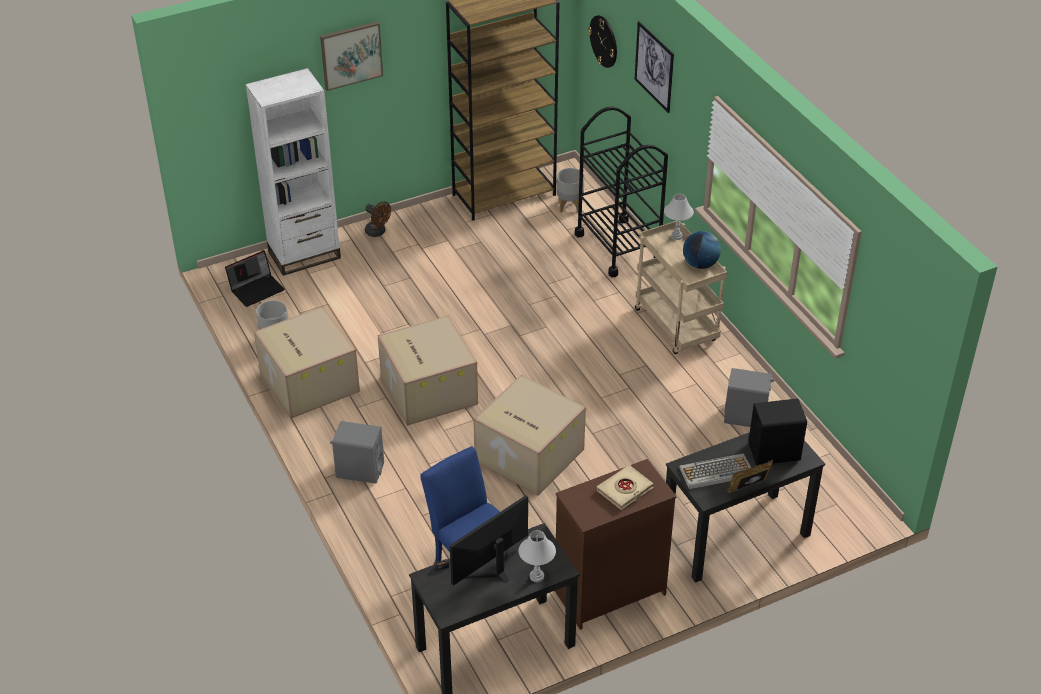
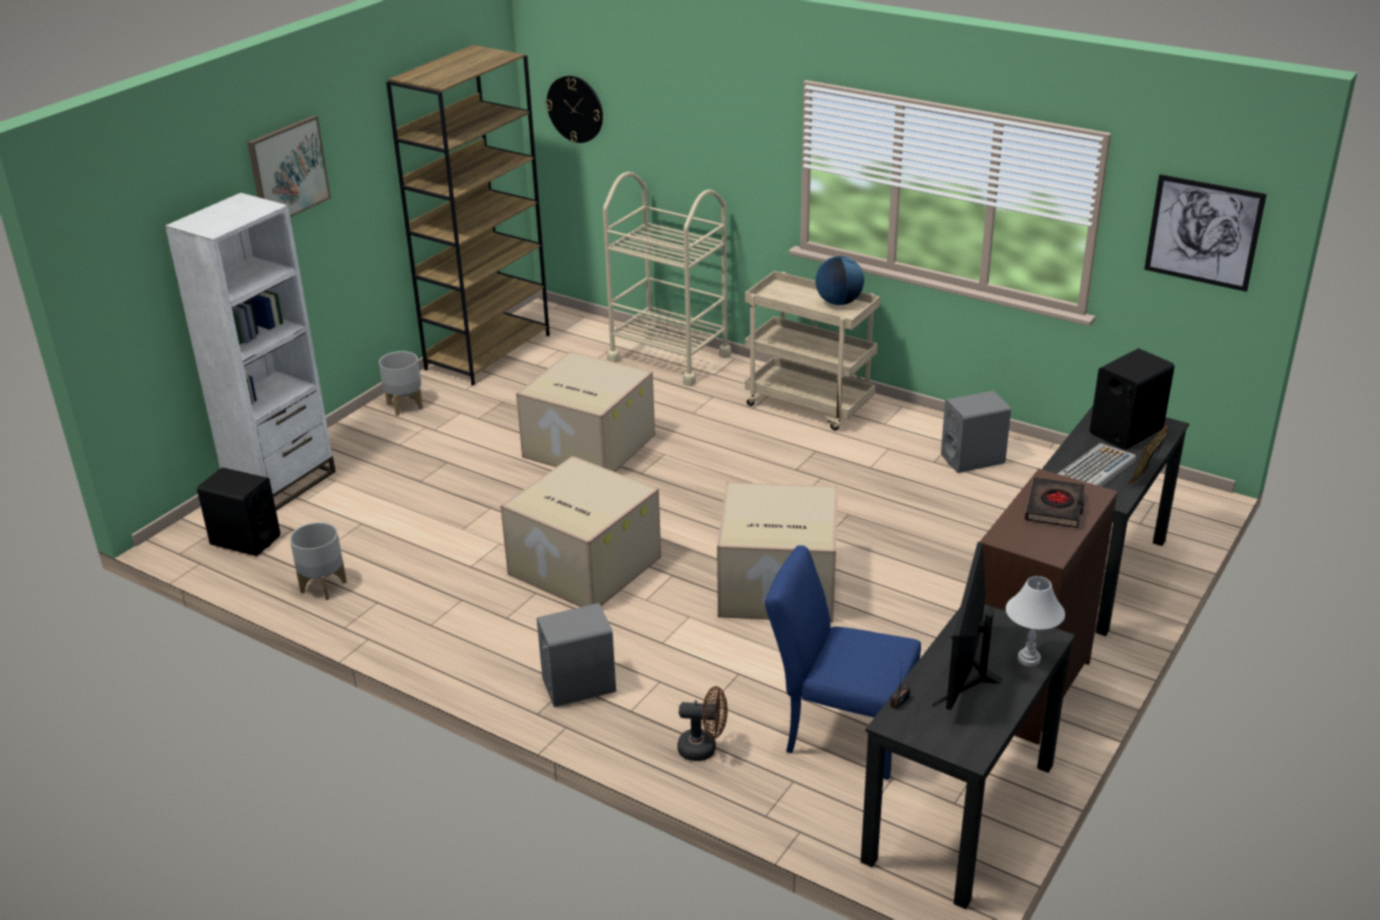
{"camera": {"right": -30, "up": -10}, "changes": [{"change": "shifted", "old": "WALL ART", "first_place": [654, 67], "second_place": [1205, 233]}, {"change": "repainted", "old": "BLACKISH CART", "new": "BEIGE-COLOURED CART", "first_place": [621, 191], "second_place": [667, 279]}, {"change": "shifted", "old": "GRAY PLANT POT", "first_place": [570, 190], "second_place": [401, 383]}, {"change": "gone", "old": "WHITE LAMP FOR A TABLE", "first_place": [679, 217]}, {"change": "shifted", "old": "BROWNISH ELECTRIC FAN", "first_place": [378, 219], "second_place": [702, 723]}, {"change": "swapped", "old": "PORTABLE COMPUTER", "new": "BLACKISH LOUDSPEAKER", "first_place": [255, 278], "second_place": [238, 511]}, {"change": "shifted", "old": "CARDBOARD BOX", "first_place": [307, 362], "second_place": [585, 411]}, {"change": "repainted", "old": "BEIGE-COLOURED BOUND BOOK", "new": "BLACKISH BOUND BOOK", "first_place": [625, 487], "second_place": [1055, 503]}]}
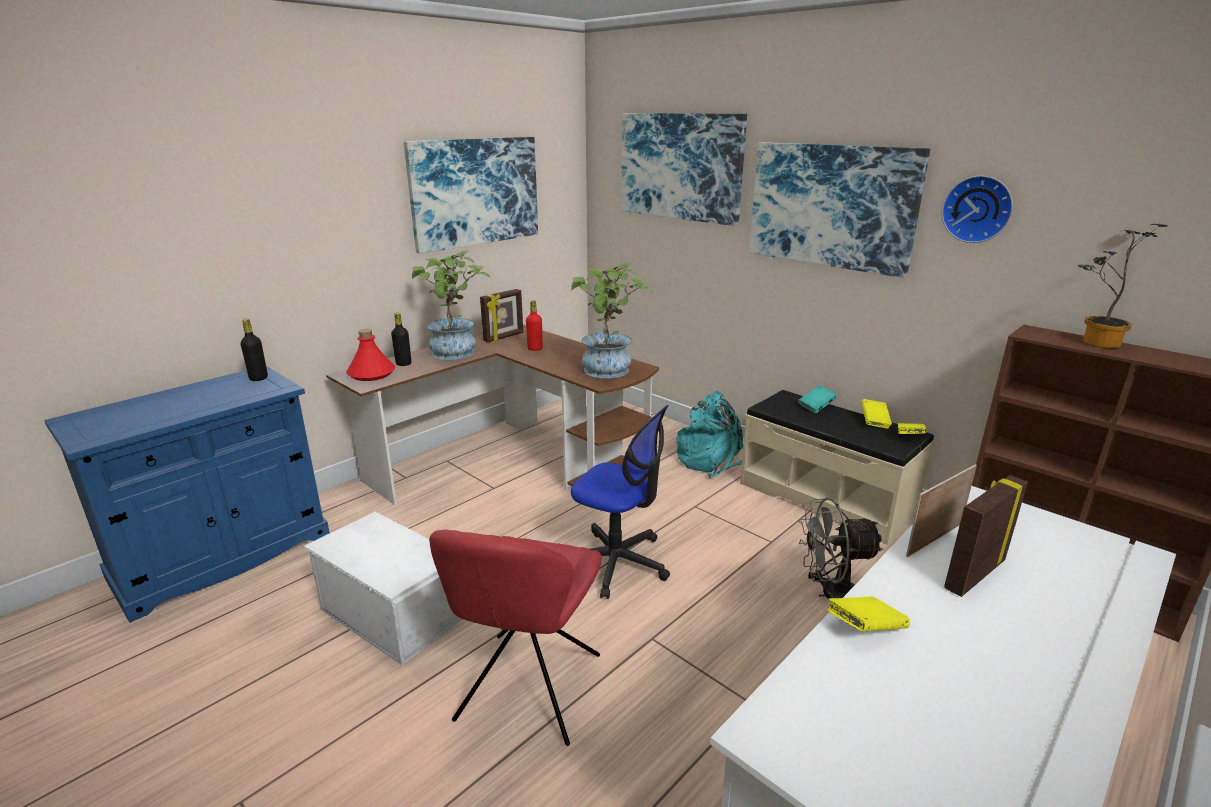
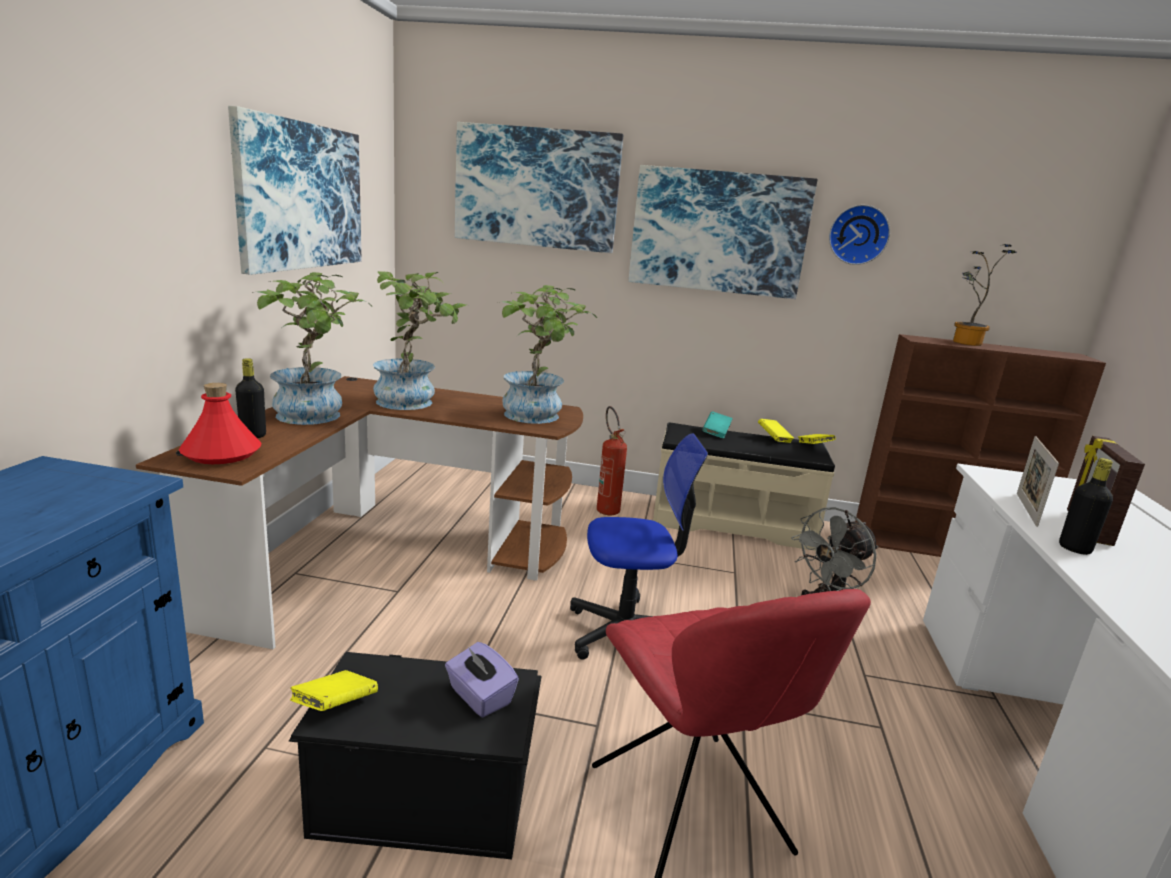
{"camera": {"right": -35, "up": -5}, "changes": [{"change": "gone", "old": "PICTURE FRAME", "first_place": [501, 315]}, {"change": "swapped", "old": "RED BEVERAGE BOTTLE", "new": "PLANT IN A POT", "first_place": [534, 326], "second_place": [419, 340]}, {"change": "shifted", "old": "BLACKISH BEVERAGE BOTTLE", "first_place": [254, 350], "second_place": [1086, 506]}, {"change": "swapped", "old": "TURQUOISE-COLOURED KNAPSACK", "new": "FIRE-FIGHTING CYLINDER", "first_place": [710, 434], "second_place": [612, 460]}, {"change": "repainted", "old": "WHITE STORAGE BOX", "new": "BLACKISH STORAGE BOX", "first_place": [383, 588], "second_place": [415, 755]}, {"change": "shifted", "old": "YELLOWISH BOUND BOOK", "first_place": [868, 614], "second_place": [334, 690]}, {"change": "new", "new": "PURPLE TISSUE BOX", "second_place": [482, 679]}]}
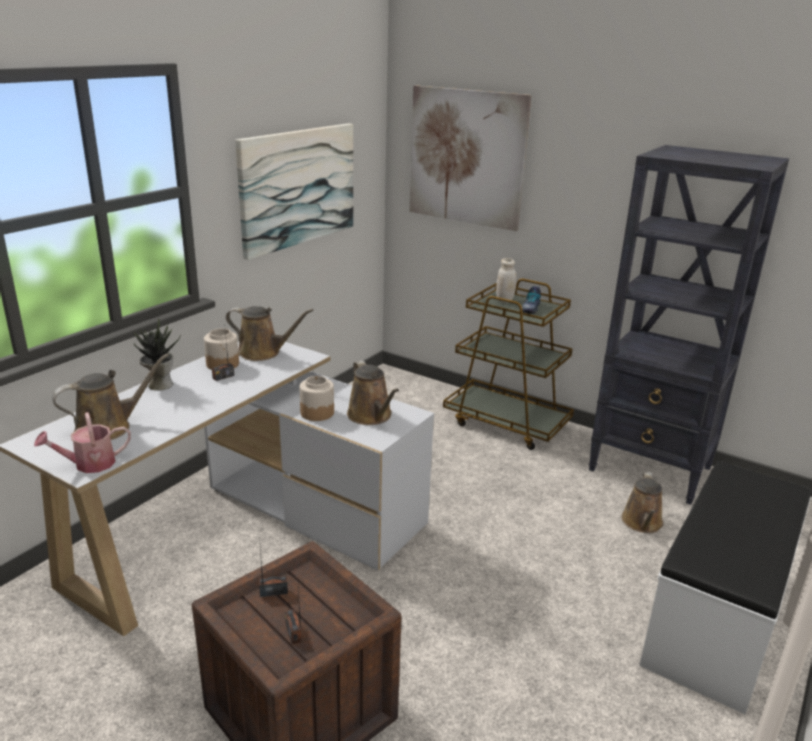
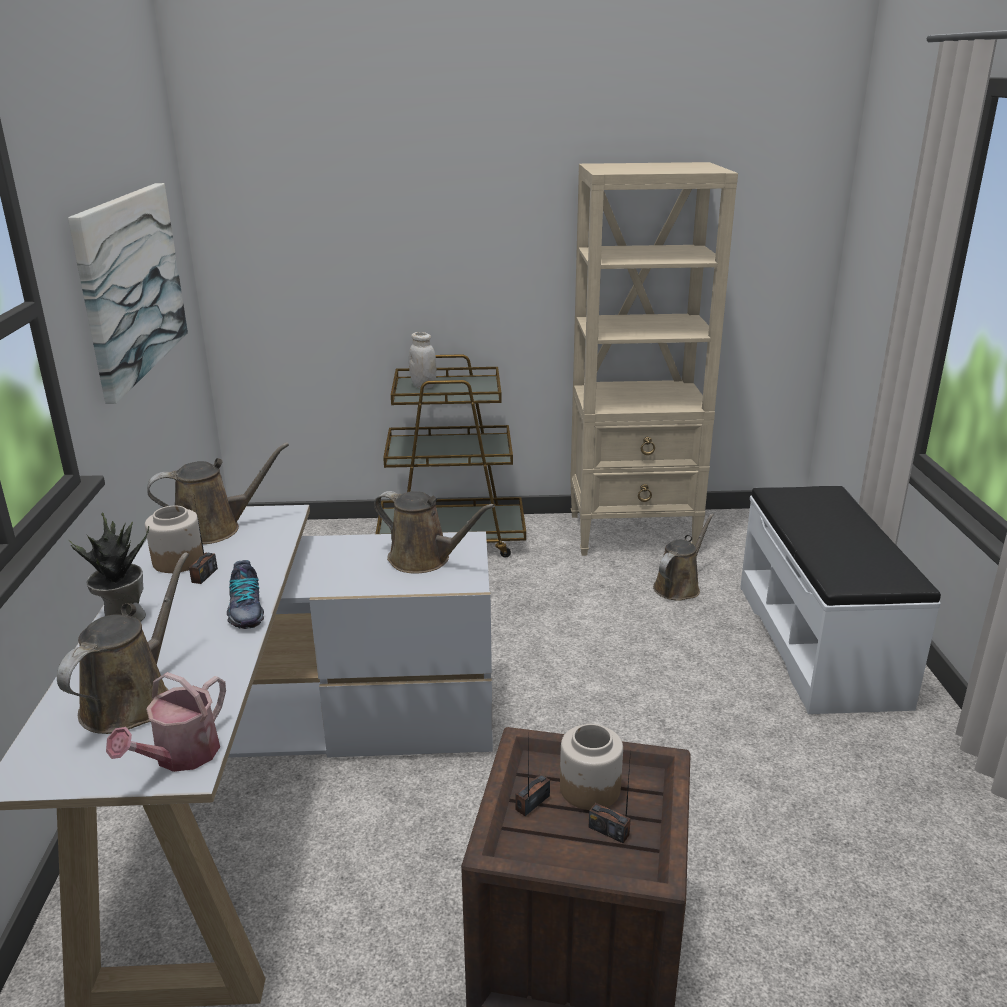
{"camera": {"right": -35, "up": 0}, "changes": [{"change": "gone", "old": "WALL ART", "first_place": [470, 158]}, {"change": "repainted", "old": "BLACKISH BOOKSHELF", "new": "BEIGE-COLOURED BOOKSHELF", "first_place": [689, 325], "second_place": [654, 359]}, {"change": "shifted", "old": "ITEM OF FOOTWEAR", "first_place": [531, 300], "second_place": [245, 594]}, {"change": "shifted", "old": "JAR", "first_place": [316, 398], "second_place": [591, 767]}, {"change": "rotated", "old": "BROWNISH WATERING CAN", "first_place": [642, 502], "second_place": [683, 557], "degrees": -120}]}
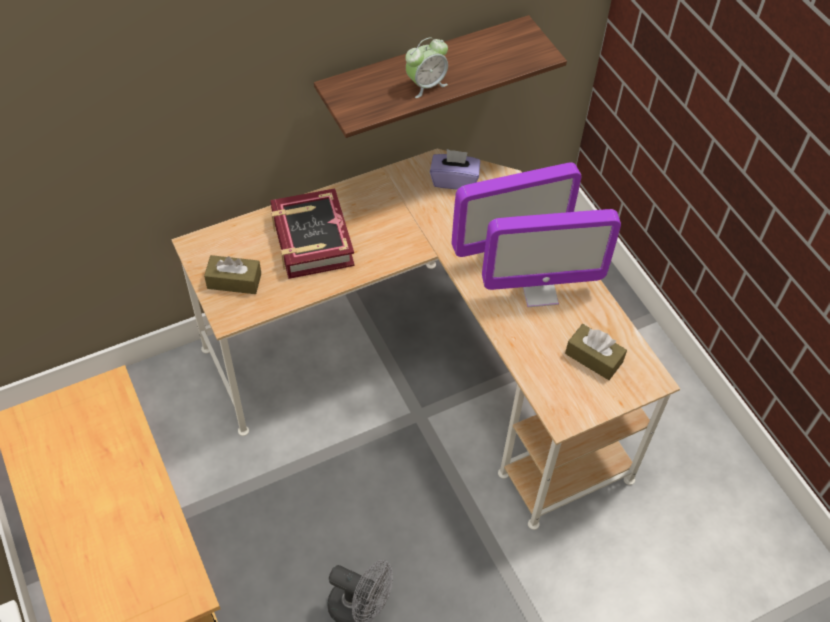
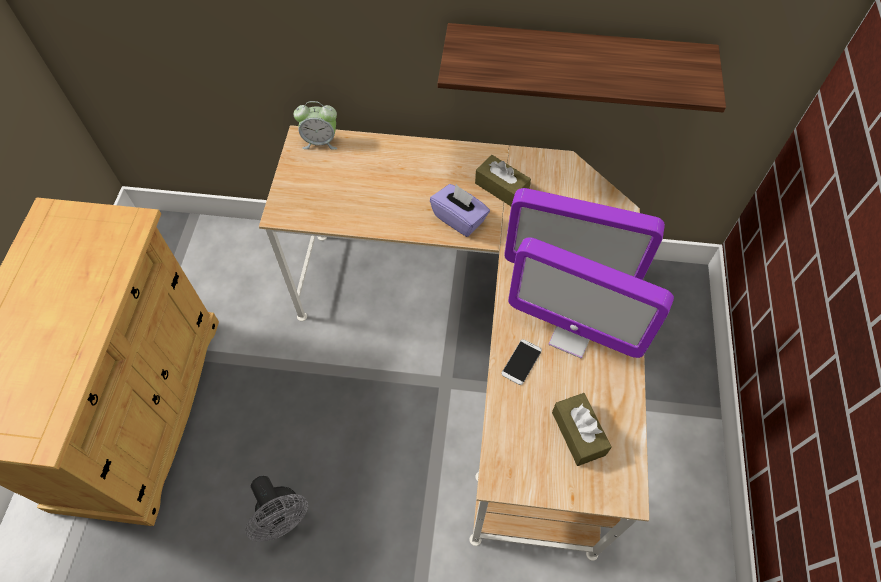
{"camera": {"right": 35, "up": 5}, "changes": [{"change": "shifted", "old": "ALARM CLOCK", "first_place": [426, 67], "second_place": [315, 125]}, {"change": "shifted", "old": "PURPLE TISSUE BOX", "first_place": [455, 169], "second_place": [460, 210]}, {"change": "gone", "old": "BOUND BOOK", "first_place": [312, 233]}, {"change": "shifted", "old": "BROWNISH TISSUE BOX", "first_place": [232, 274], "second_place": [503, 180]}, {"change": "new", "new": "PHONE", "second_place": [522, 362]}]}
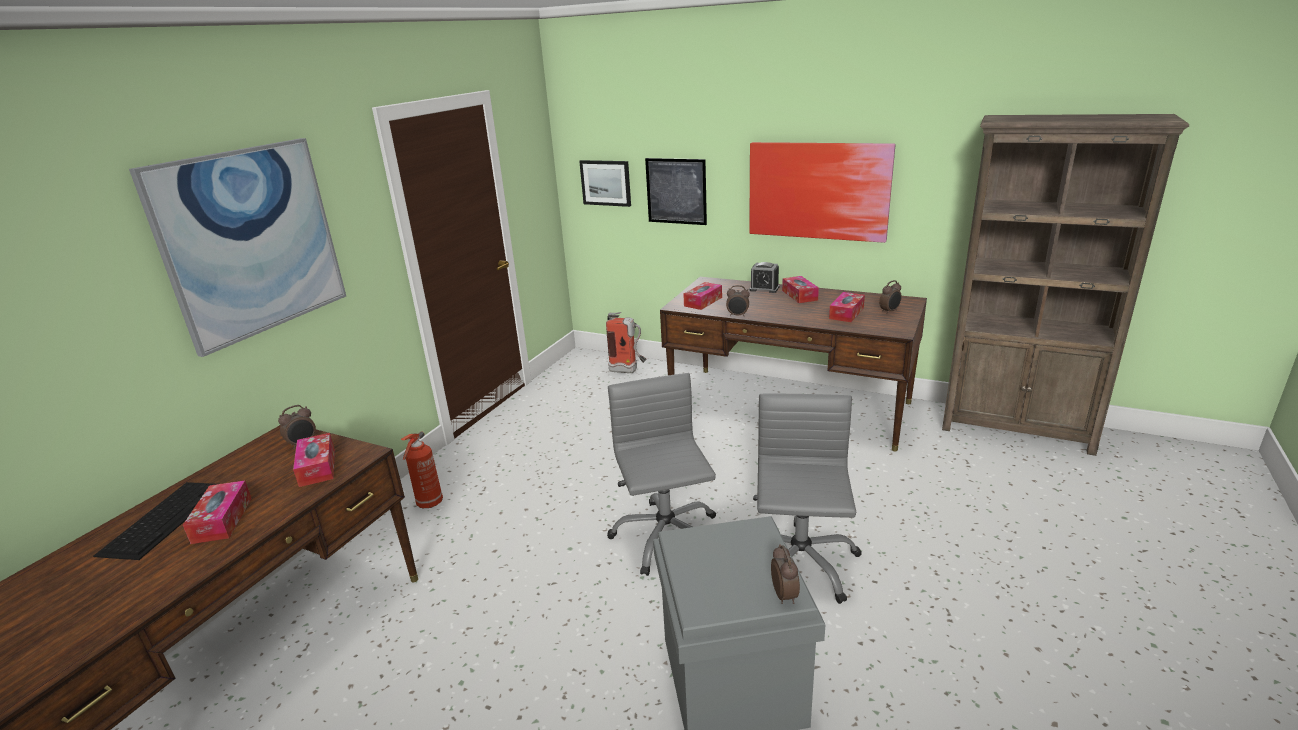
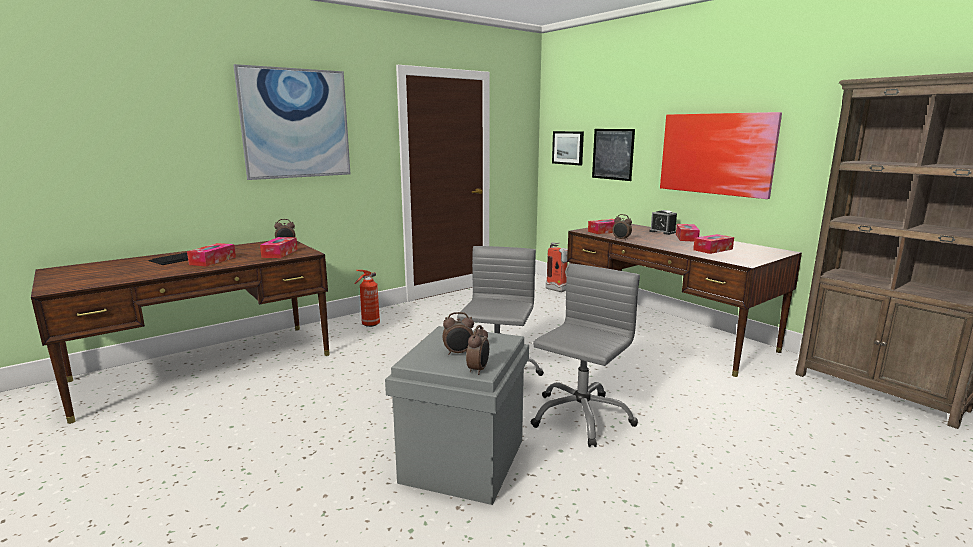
{"camera": {"right": 25, "up": -10}, "changes": [{"change": "shifted", "old": "ALARM CLOCK", "first_place": [890, 297], "second_place": [458, 333]}]}
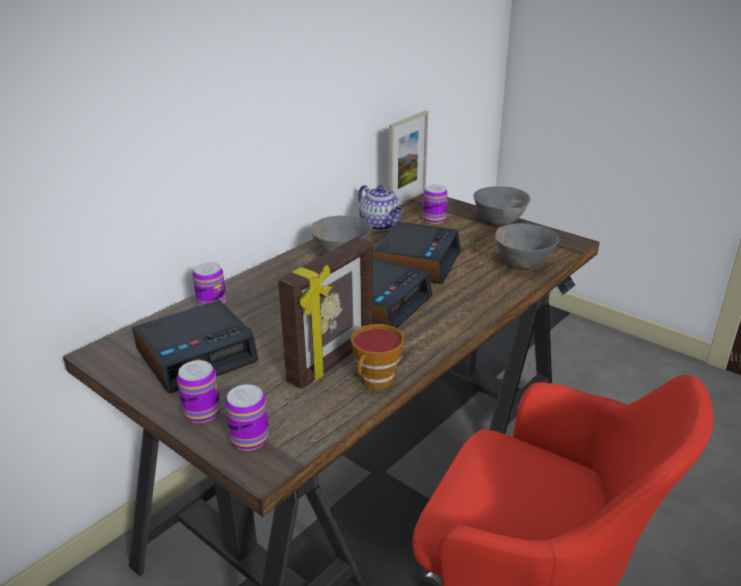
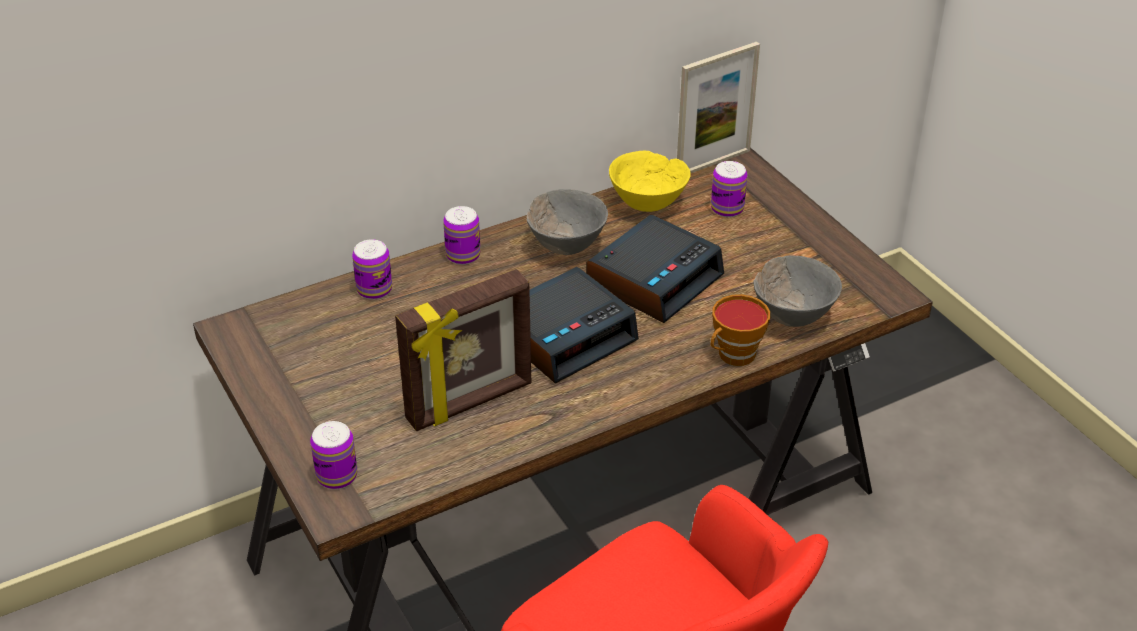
{"camera": {"right": 20, "up": 10}, "changes": [{"change": "swapped", "old": "POT FOR TEA", "new": "YELLOWISH DEEP DISH", "first_place": [381, 208], "second_place": [650, 181]}, {"change": "gone", "old": "GRAY DEEP DISH", "first_place": [502, 205]}, {"change": "gone", "old": "ALARM CLOCK", "first_place": [195, 346]}, {"change": "shifted", "old": "CUP", "first_place": [377, 356], "second_place": [740, 330]}, {"change": "shifted", "old": "CAN", "first_place": [198, 391], "second_place": [462, 235]}]}
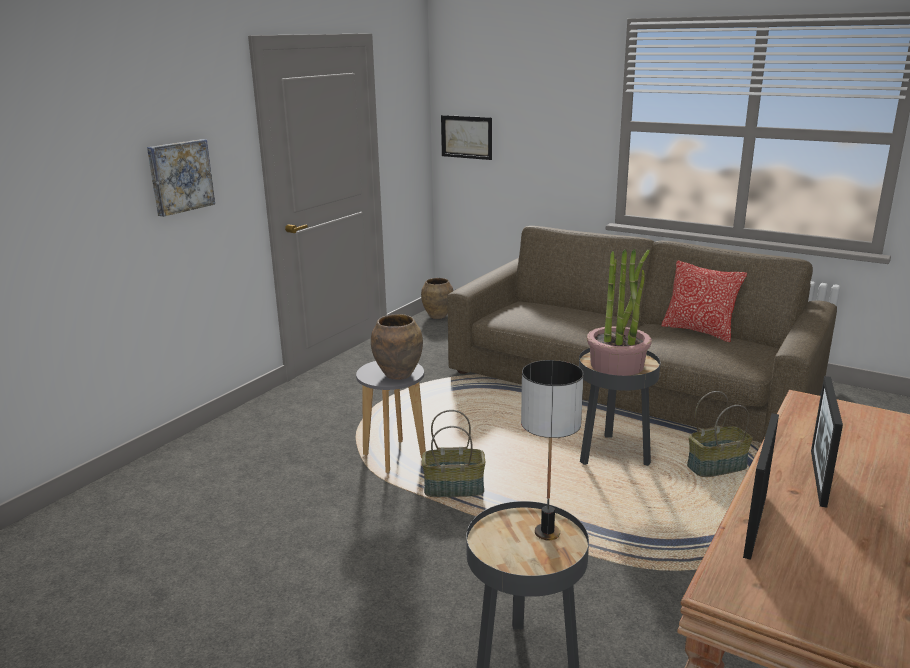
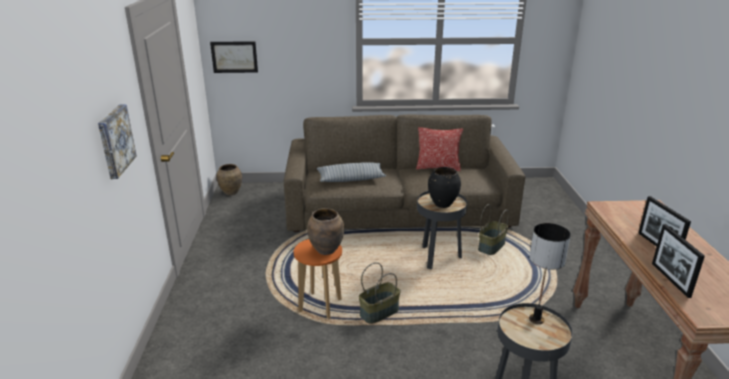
{"camera": {"right": -35, "up": 5}, "changes": [{"change": "swapped", "old": "PLANT IN A POT", "new": "BLACKISH DECORATIVE VASE", "first_place": [619, 312], "second_place": [444, 187]}, {"change": "repainted", "old": "GRAY STOOL SEAT", "new": "ORANGE-COLOURED STOOL SEAT", "first_place": [391, 417], "second_place": [318, 279]}, {"change": "new", "new": "PILLOW", "second_place": [351, 172]}]}
